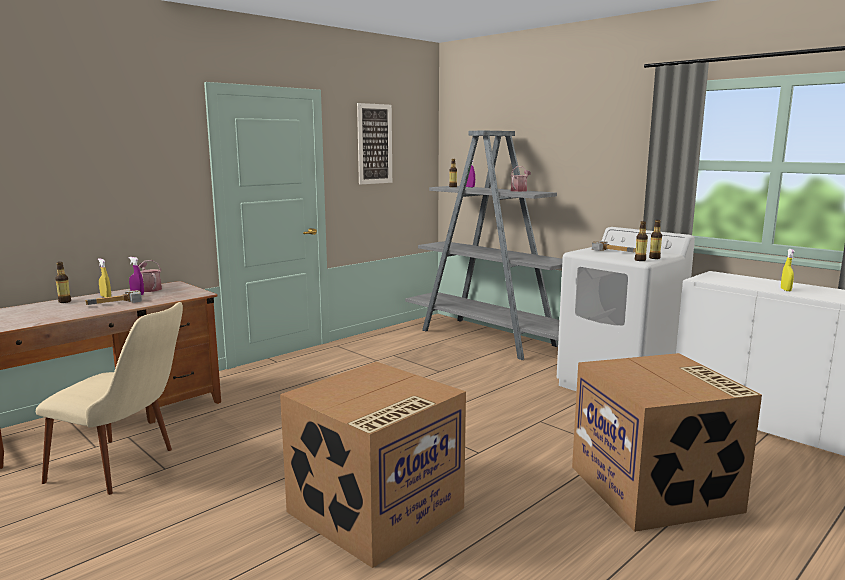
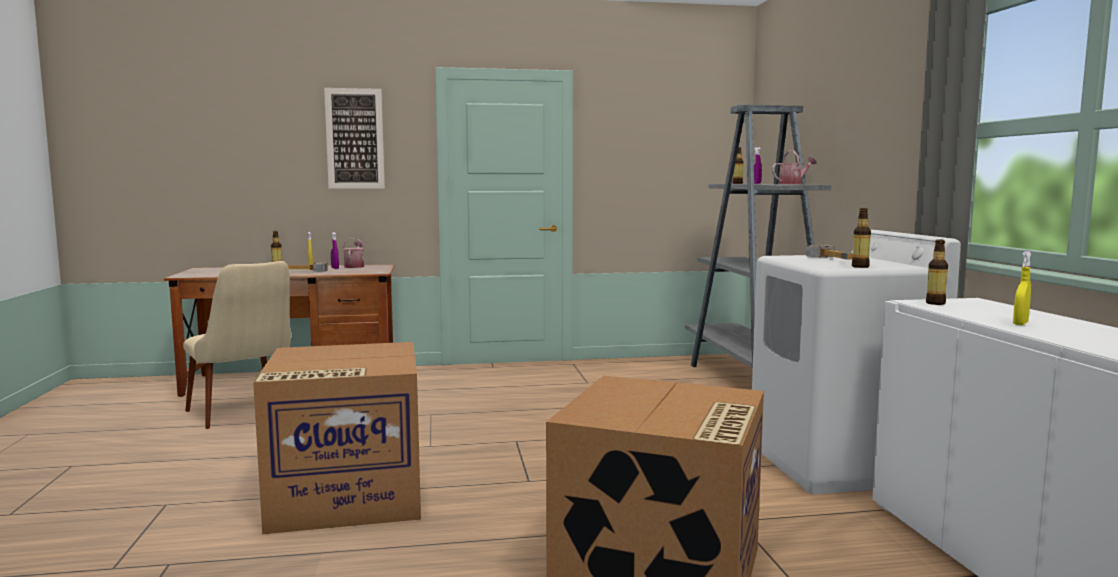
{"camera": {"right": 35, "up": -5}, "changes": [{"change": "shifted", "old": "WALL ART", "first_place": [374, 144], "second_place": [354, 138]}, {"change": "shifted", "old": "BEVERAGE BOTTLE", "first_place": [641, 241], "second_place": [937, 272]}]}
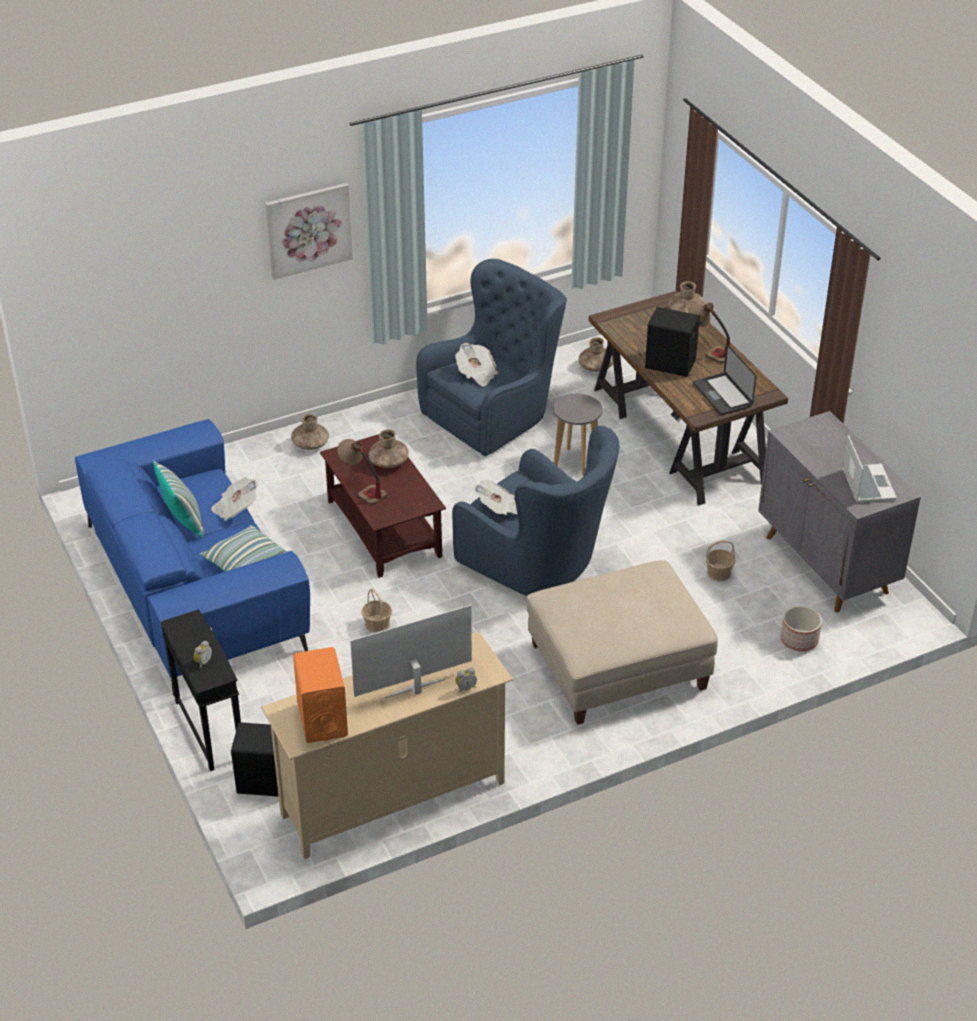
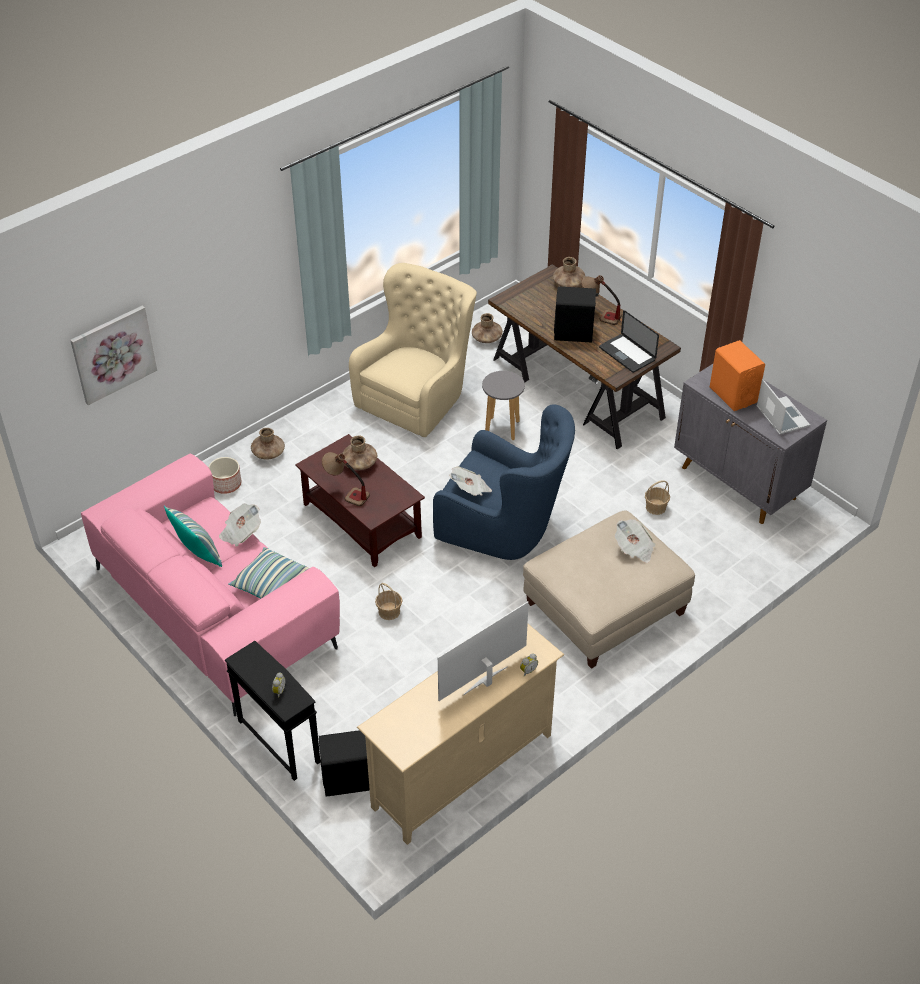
{"camera": {"right": -15, "up": 5}, "changes": [{"change": "shifted", "old": "WALL ART", "first_place": [309, 231], "second_place": [113, 355]}, {"change": "repainted", "old": "BLUE-COLOURED LOUNGE CHAIR", "new": "BEIGE-COLOURED LOUNGE CHAIR", "first_place": [491, 357], "second_place": [413, 350]}, {"change": "shifted", "old": "NEWSPAPER", "first_place": [476, 364], "second_place": [635, 541]}, {"change": "repainted", "old": "BLUE-COLOURED SOFA", "new": "PINK-COLOURED SOFA", "first_place": [192, 557], "second_place": [210, 584]}, {"change": "shifted", "old": "PLANT POT", "first_place": [801, 628], "second_place": [225, 475]}, {"change": "shifted", "old": "ORANGE-COLOURED LOUDSPEAKER", "first_place": [320, 695], "second_place": [737, 375]}]}
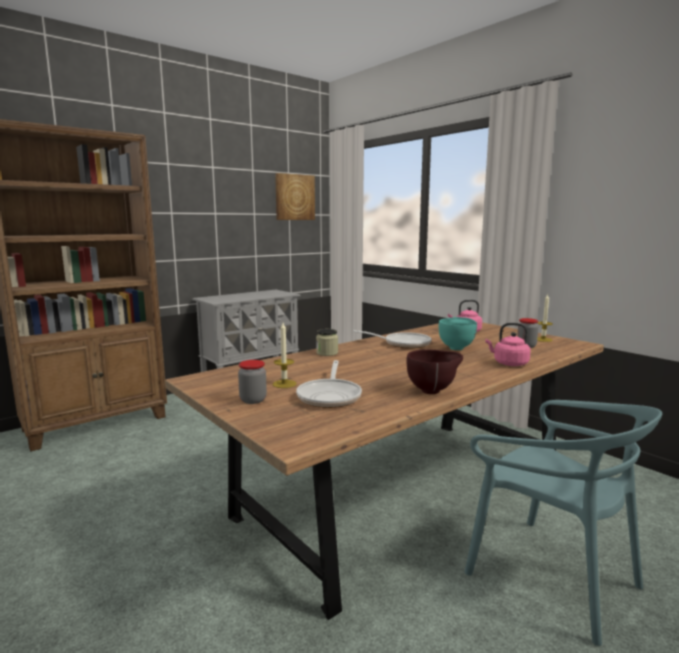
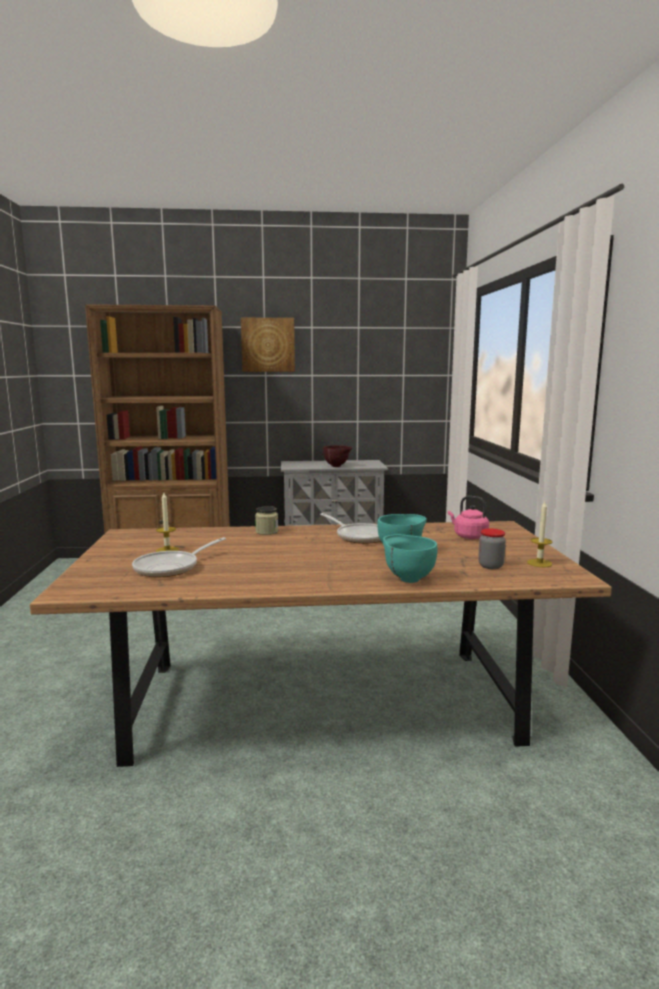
{"camera": {"right": 35, "up": 0}, "changes": [{"change": "shifted", "old": "WALL ART", "first_place": [295, 196], "second_place": [268, 345]}, {"change": "swapped", "old": "PINK-COLOURED KETTLE", "new": "TURQUOISE-COLOURED DEEP DISH", "first_place": [508, 344], "second_place": [410, 558]}, {"change": "shifted", "old": "BROWNISH DEEP DISH", "first_place": [435, 371], "second_place": [337, 456]}, {"change": "gone", "old": "JAR", "first_place": [252, 382]}, {"change": "gone", "old": "TURQUOISE-COLOURED PLAIN CHAIR", "first_place": [563, 523]}]}
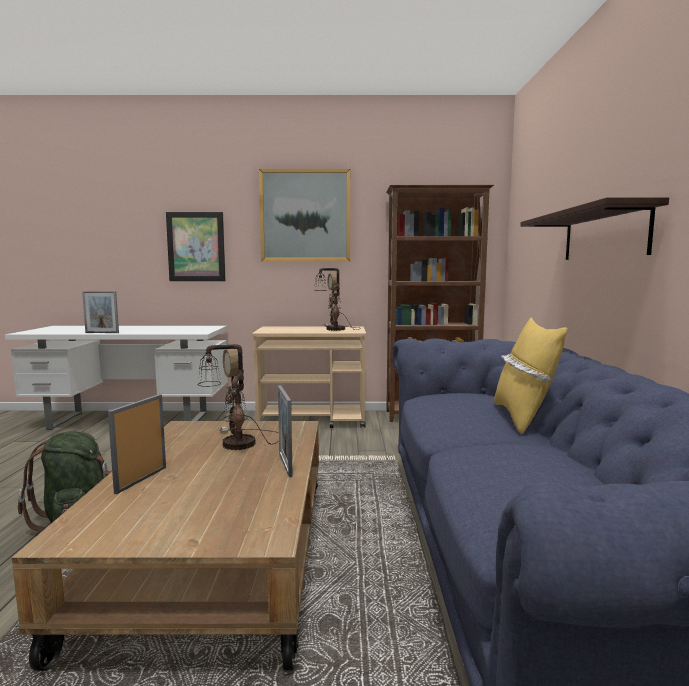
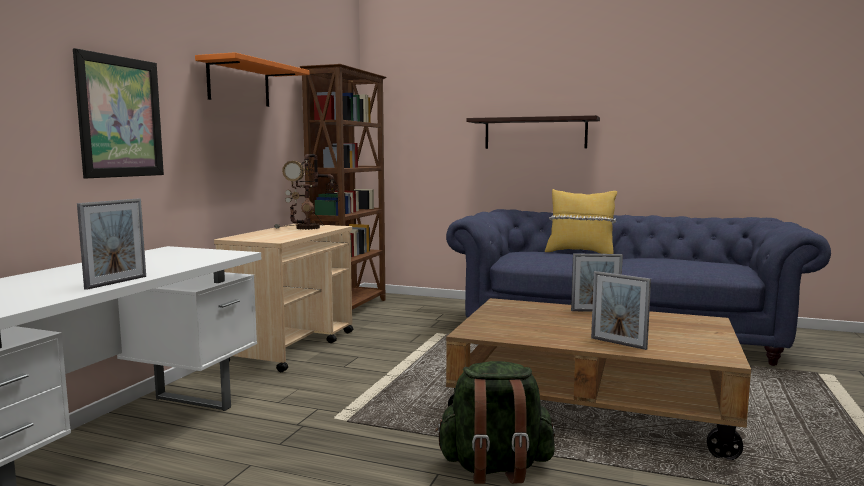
{"camera": {"right": -70, "up": 0}, "changes": [{"change": "swapped", "old": "WALL ART", "new": "ORANGE-COLOURED WALL SHELF", "first_place": [304, 215], "second_place": [252, 79]}, {"change": "gone", "old": "LAMP FOR A TABLE", "first_place": [238, 397]}]}
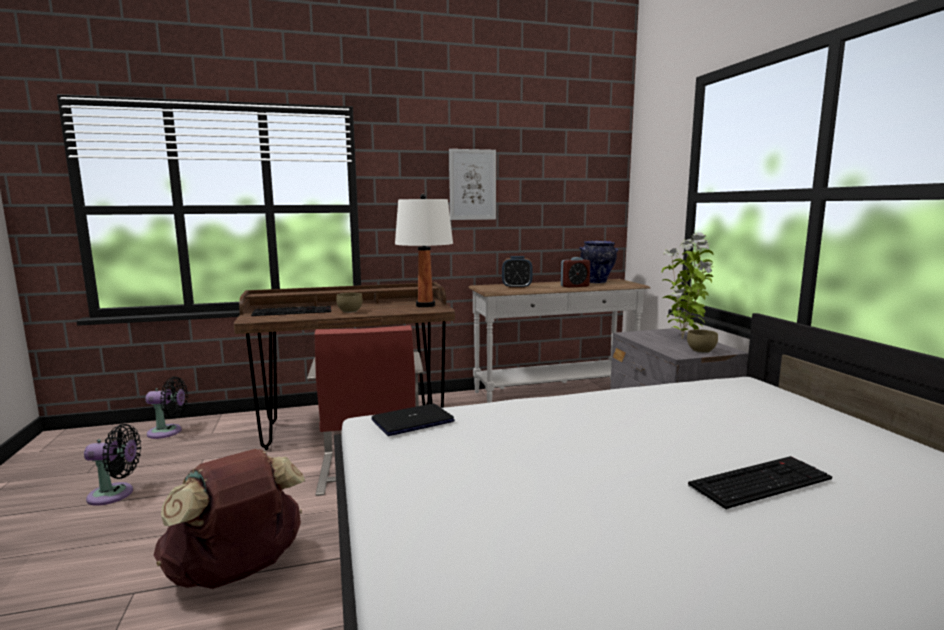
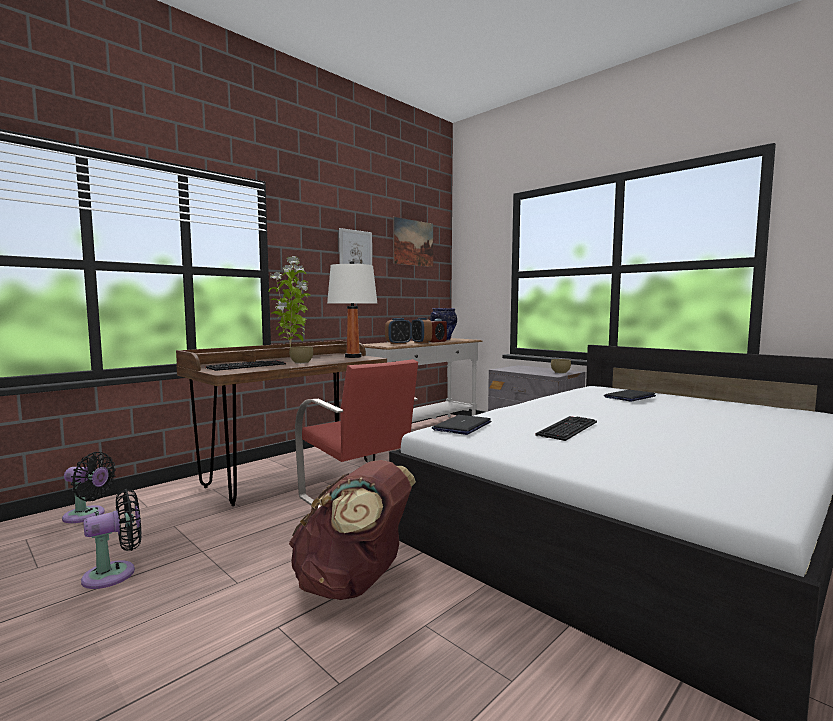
{"camera": {"right": -30, "up": -5}, "changes": [{"change": "shifted", "old": "PLANT IN A POT", "first_place": [688, 285], "second_place": [290, 301]}, {"change": "rotated", "old": "BLACKISH ELECTRIC FAN", "first_place": [166, 407], "second_place": [89, 487], "degrees": 45}, {"change": "shifted", "old": "KEYBOARD", "first_place": [760, 482], "second_place": [566, 428]}, {"change": "new", "new": "WALL ART", "second_place": [413, 242]}, {"change": "new", "new": "ALARM CLOCK", "second_place": [421, 330]}, {"change": "new", "new": "PORTABLE COMPUTER", "second_place": [630, 396]}]}
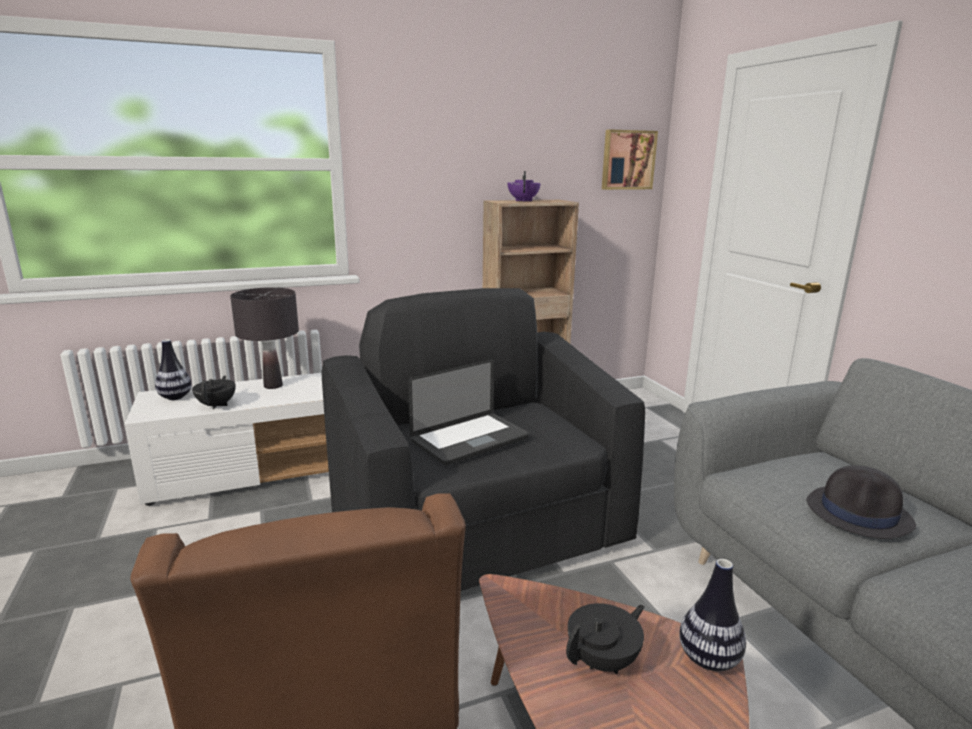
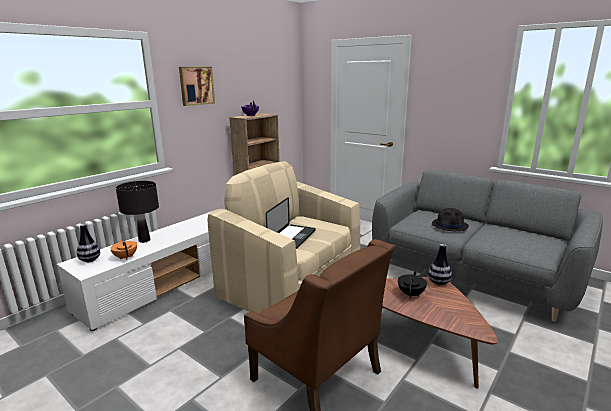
{"camera": {"right": -30, "up": 0}, "changes": [{"change": "shifted", "old": "WALL ART", "first_place": [630, 159], "second_place": [197, 86]}, {"change": "repainted", "old": "BLACKISH LOUNGE CHAIR", "new": "BEIGE-COLOURED LOUNGE CHAIR", "first_place": [483, 439], "second_place": [283, 237]}, {"change": "repainted", "old": "BLACKISH POT FOR TEA", "new": "ORANGE-COLOURED POT FOR TEA", "first_place": [214, 392], "second_place": [123, 249]}]}
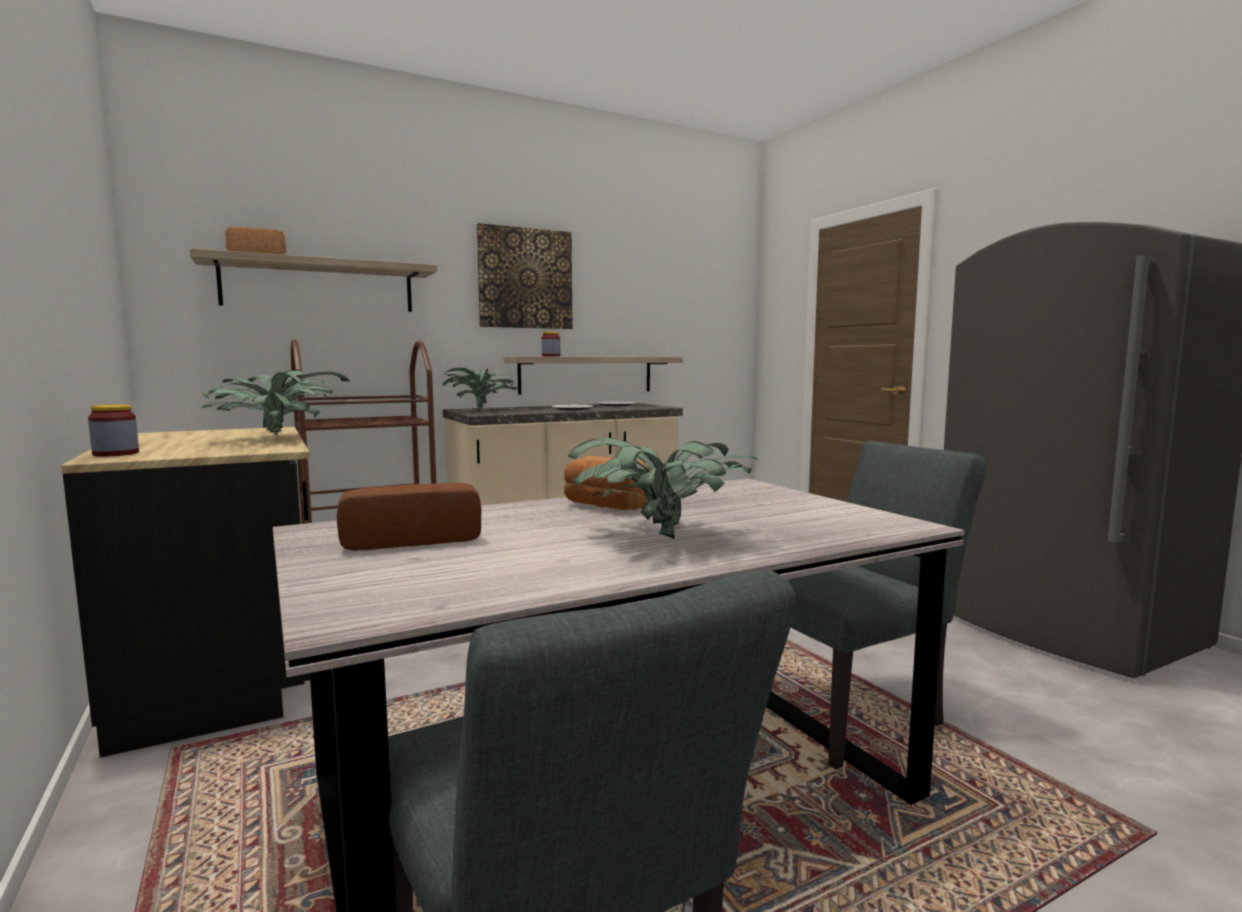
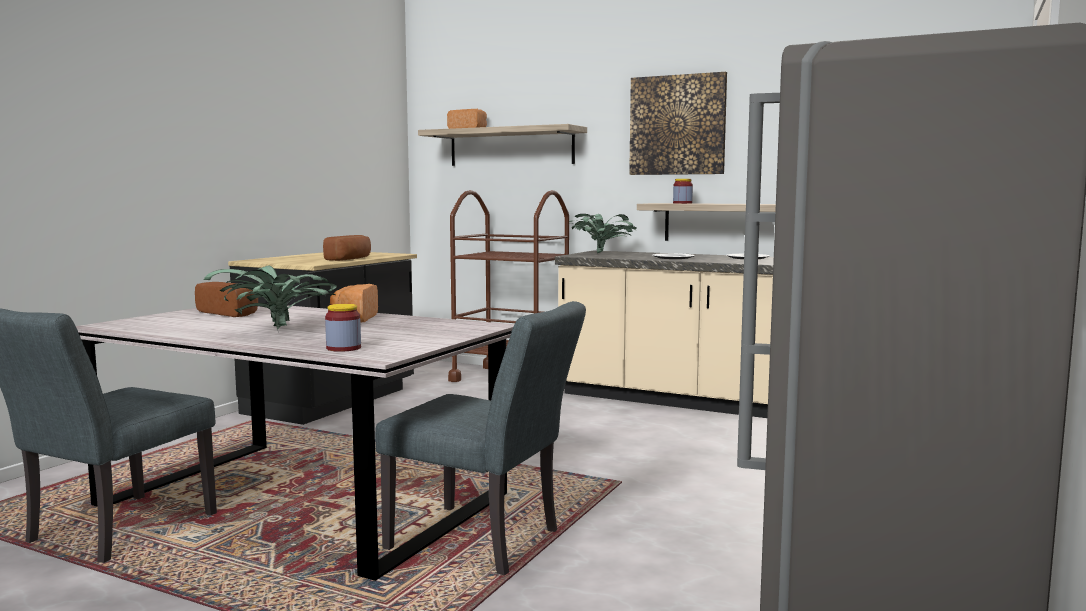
{"camera": {"right": 55, "up": 0}, "changes": [{"change": "swapped", "old": "PLANT IN A POT", "new": "BAKED BREAD", "first_place": [275, 403], "second_place": [347, 248]}, {"change": "shifted", "old": "JAR", "first_place": [113, 430], "second_place": [343, 328]}]}
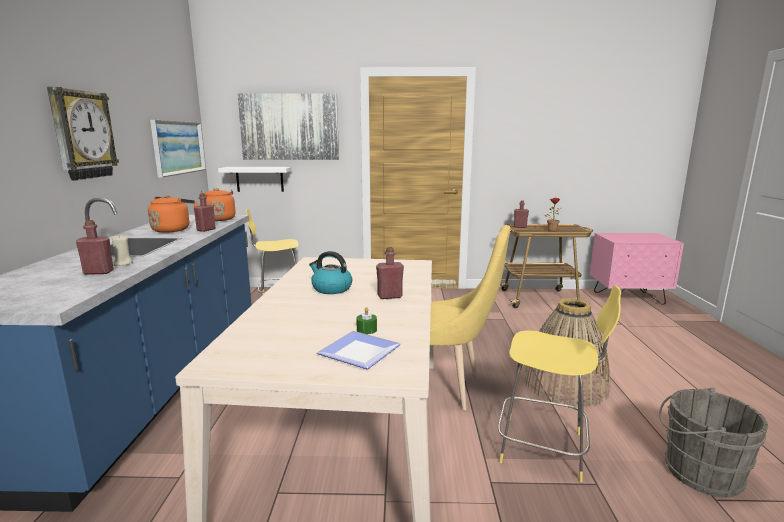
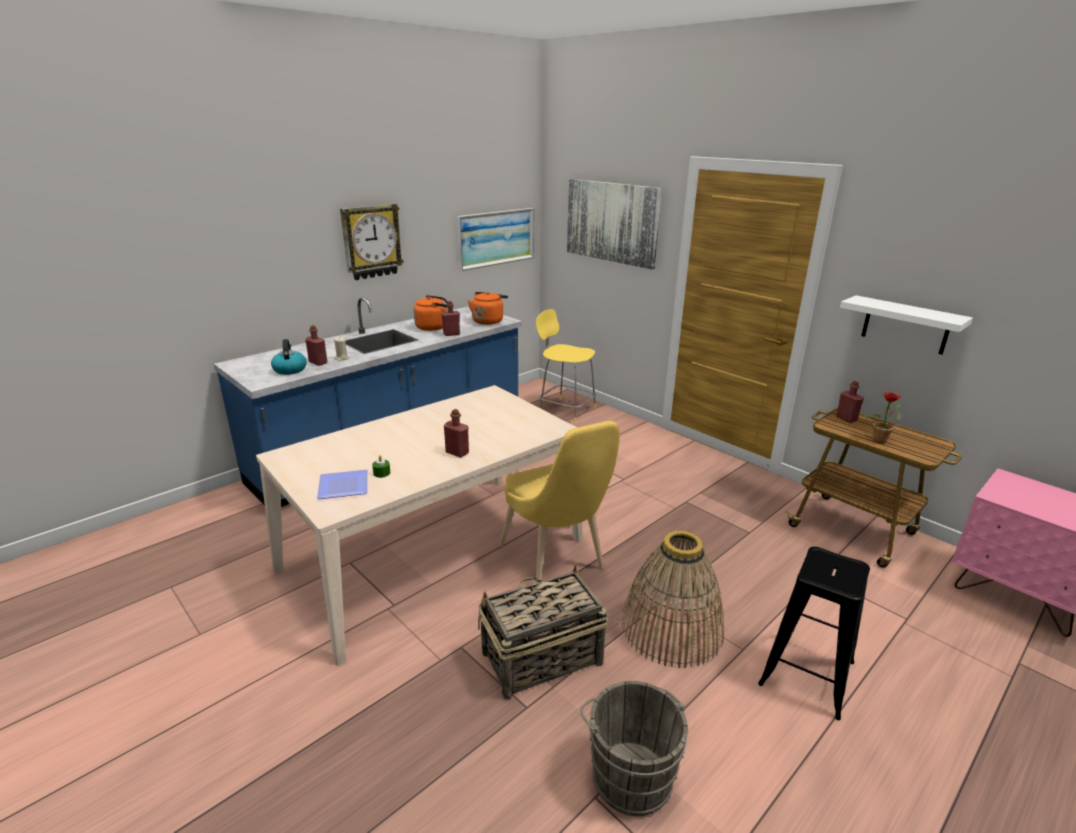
{"camera": {"right": 45, "up": 10}, "changes": [{"change": "shifted", "old": "WHITE WALL SHELF", "first_place": [255, 179], "second_place": [906, 325]}, {"change": "shifted", "old": "KETTLE", "first_place": [330, 272], "second_place": [289, 357]}, {"change": "swapped", "old": "YELLOWISH STOOL SEAT", "new": "HOUSEHOLD BASKET", "first_place": [559, 383], "second_place": [543, 632]}, {"change": "new", "new": "BLACKISH STOOL SEAT", "second_place": [814, 633]}]}
